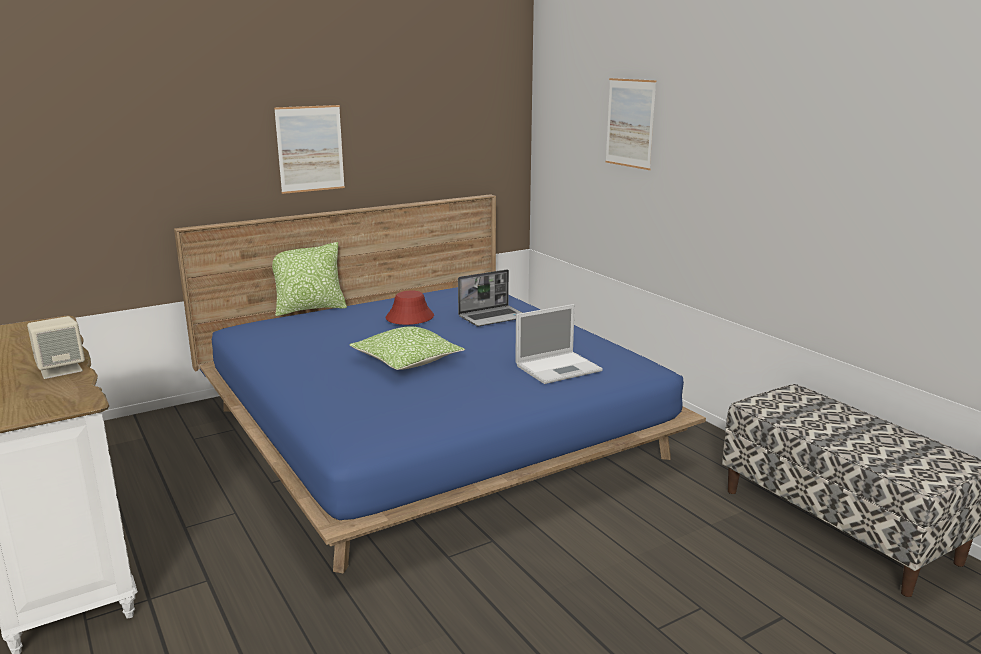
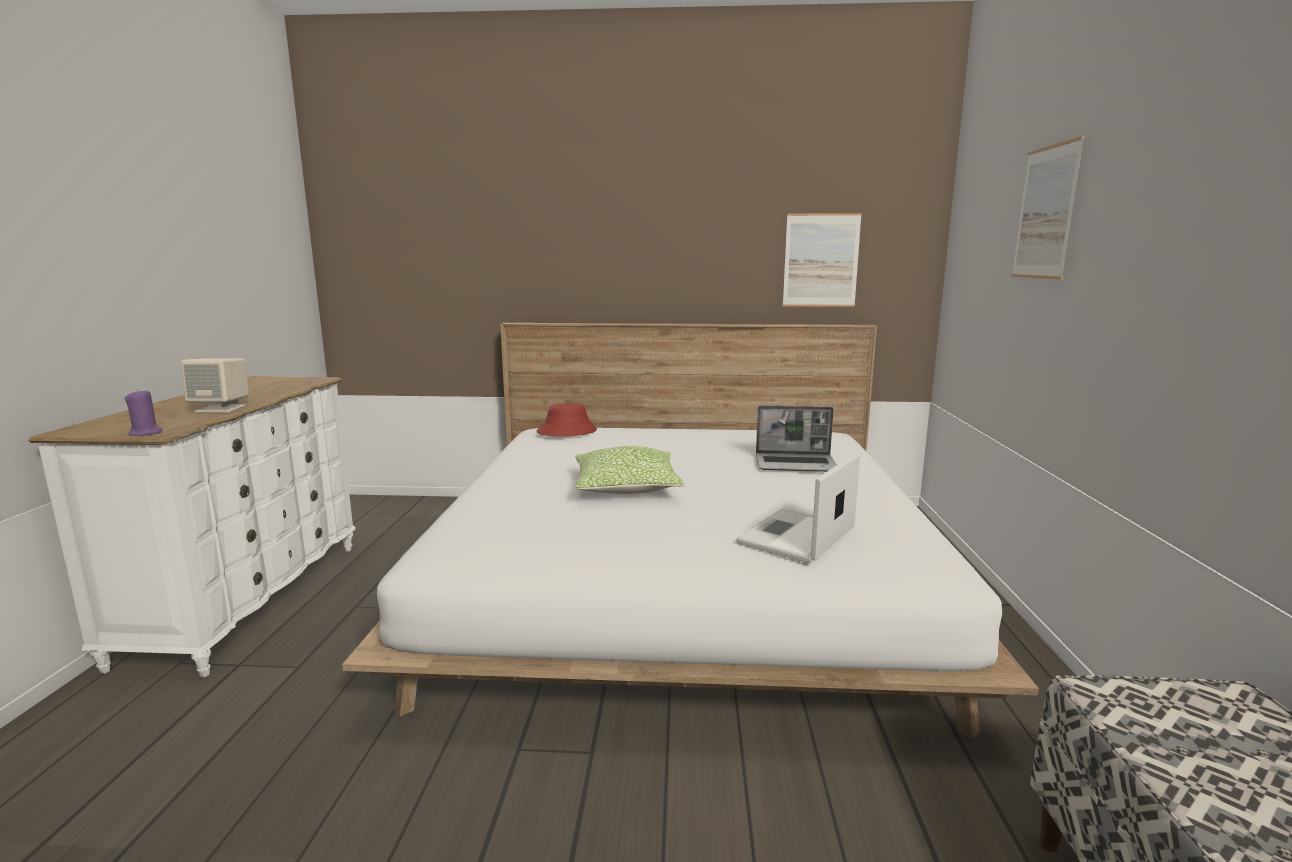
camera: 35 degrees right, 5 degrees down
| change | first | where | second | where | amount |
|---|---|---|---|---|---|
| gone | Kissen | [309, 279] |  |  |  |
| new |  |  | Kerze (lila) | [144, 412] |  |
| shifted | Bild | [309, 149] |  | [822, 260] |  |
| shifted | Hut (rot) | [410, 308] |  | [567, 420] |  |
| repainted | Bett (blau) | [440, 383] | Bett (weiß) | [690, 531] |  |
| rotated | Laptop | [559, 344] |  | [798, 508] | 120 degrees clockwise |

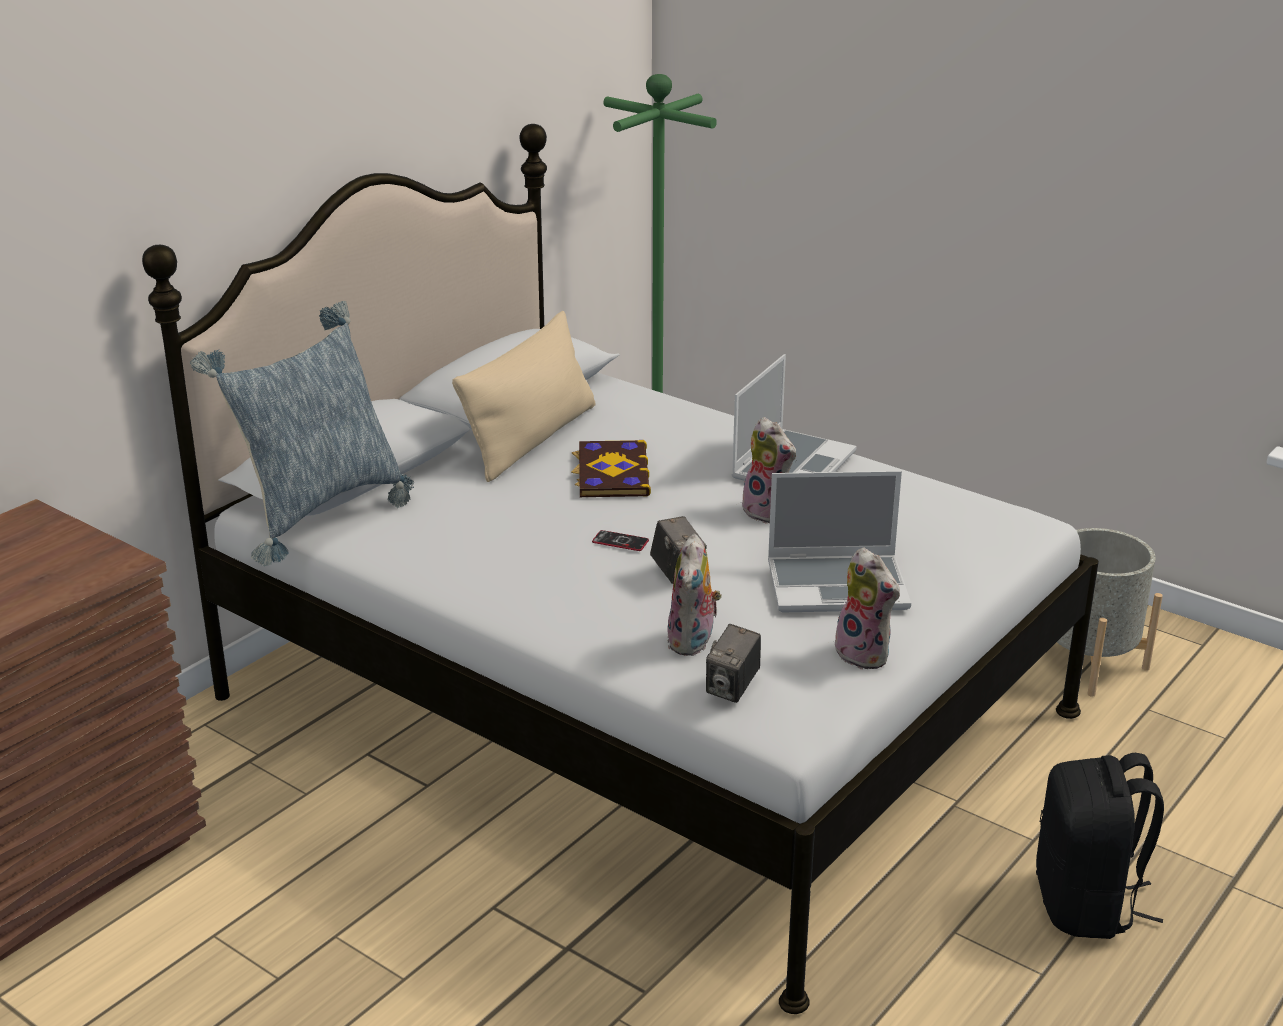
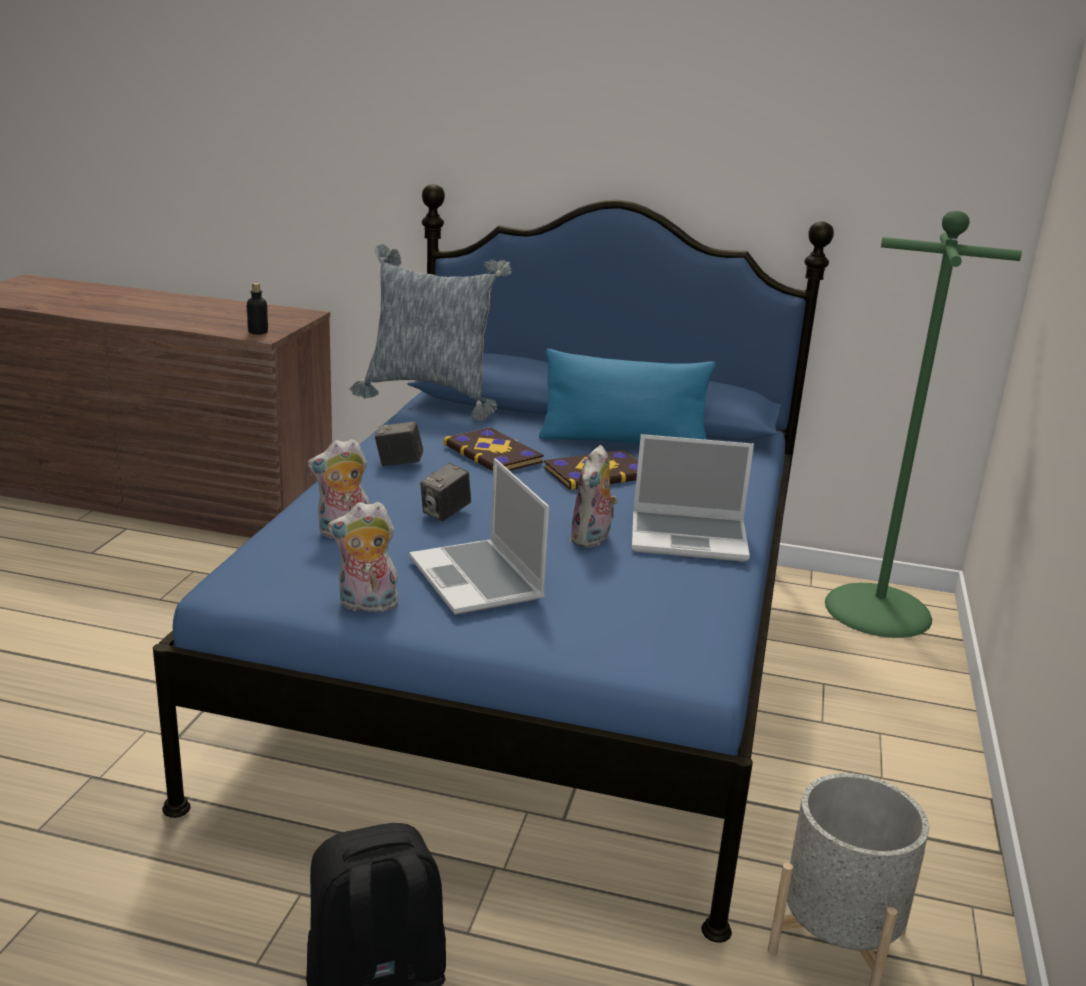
camera: 65 degrees right, 5 degrees down
| change | first | where | second | where | amount |
|---|---|---|---|---|---|
| gone | Handy | [620, 540] |  |  |  |
| new |  |  | Flasche | [257, 309] |  |
| new |  |  | Buch | [493, 449] |  |
| shifted | Kamera | [733, 663] |  | [399, 443] |  |
| repainted | Bett (weiß) | [620, 569] | Bett (blau) | [493, 563] |  |
| repainted | Kissen (beige) | [523, 396] | Kissen (blau) | [627, 396] |  |
| rotated | Plüschtier | [866, 608] |  | [363, 558] | 60 degrees clockwise |

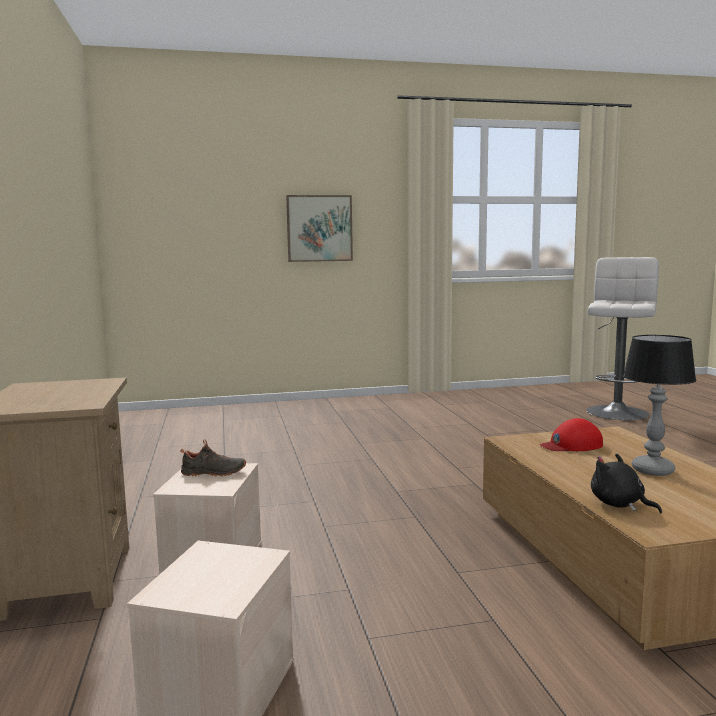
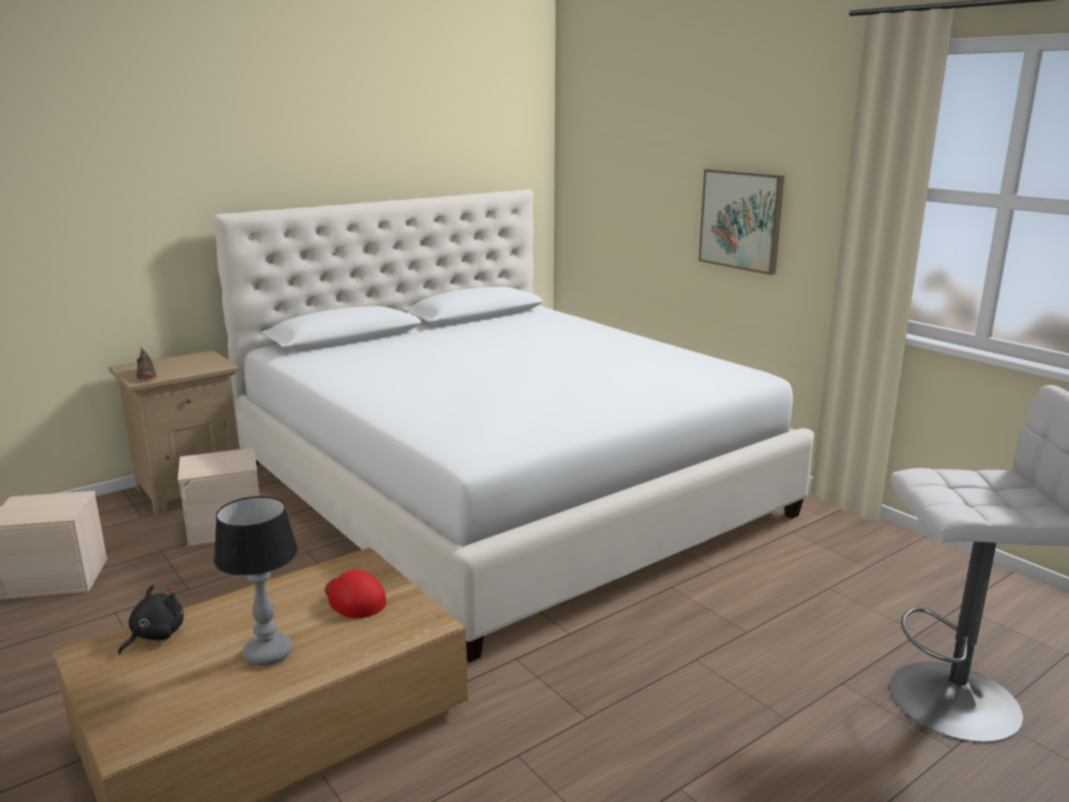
camera: 65 degrees right, 10 degrees up
| change | first | where | second | where | amount |
|---|---|---|---|---|---|
| new |  |  | Bett (weiß) | [513, 426] |  |
| shifted | Schuh (schwarz) | [213, 457] |  | [146, 363] |  |

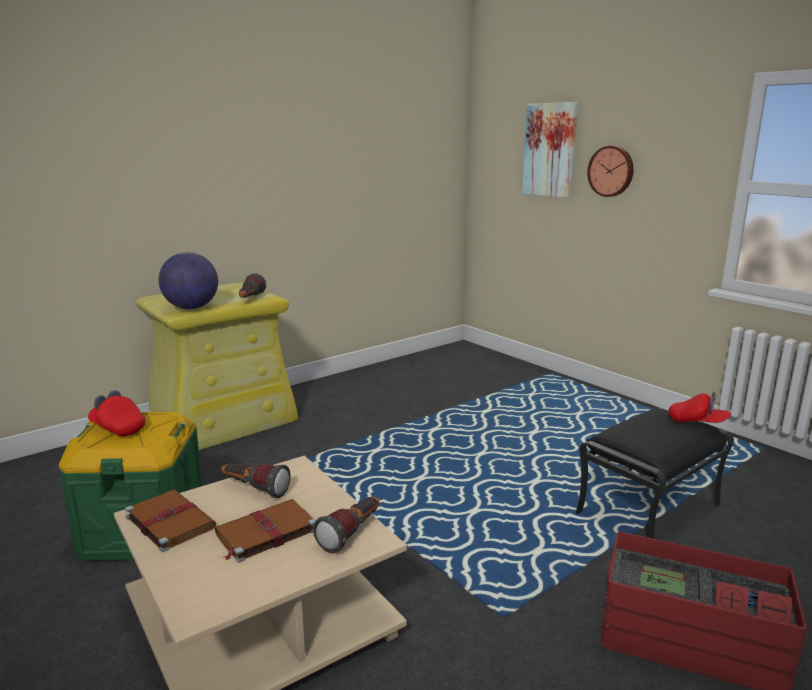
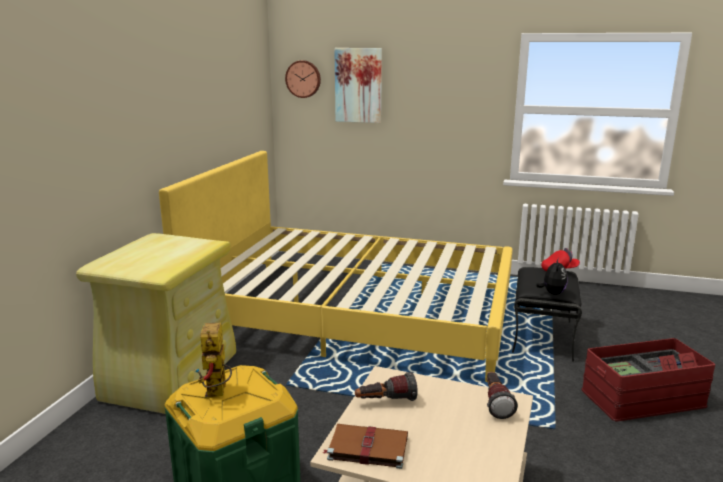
camera: 35 degrees left, 0 degrees up
| change | first | where | second | where | amount |
|---|---|---|---|---|---|
| gone | Globus | [188, 280] |  |  |  |
| gone | Buch (braun) | [265, 531] |  |  |  |
| gone | Taschenlampe | [252, 285] |  |  |  |
| new |  |  | Bett (gelb) | [336, 266] |  |
| new |  |  | Plüschtier | [552, 276] |  |
| shifted | Wanduhr | [610, 171] |  | [303, 79] |  |
| swapped | Kappe (rot) | [116, 413] | Spielzeugroboter | [213, 360] |  |

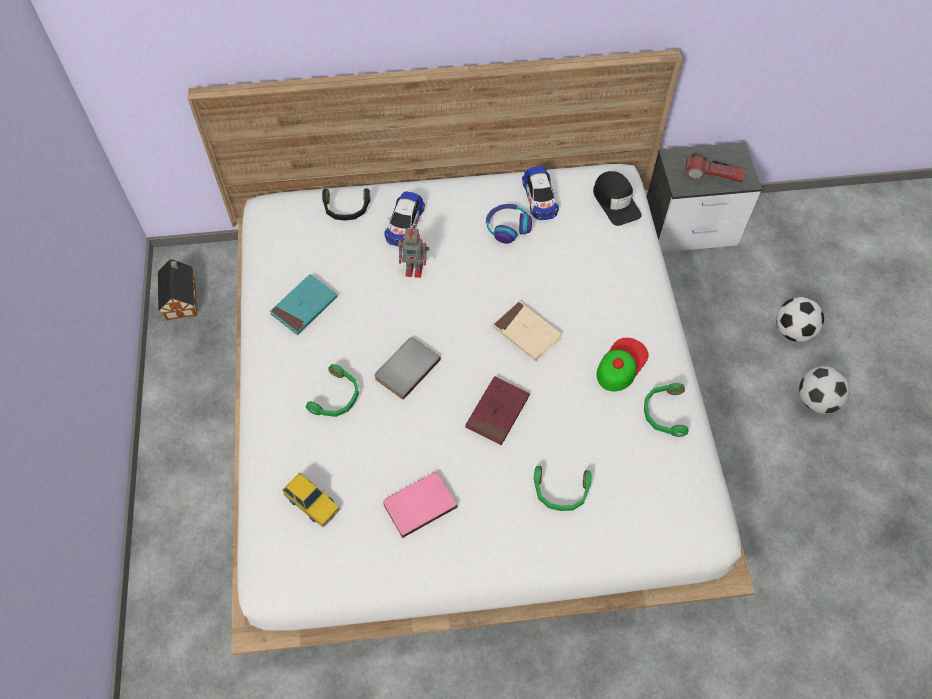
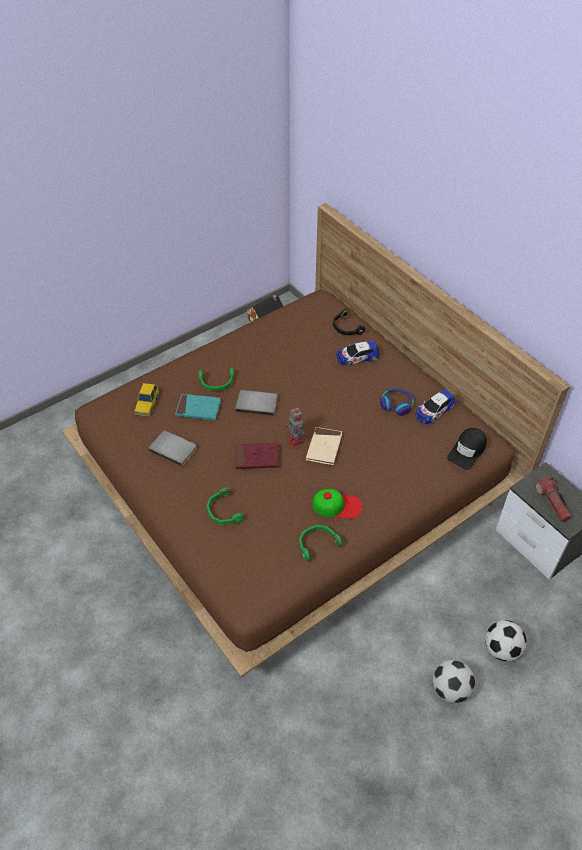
camera: 60 degrees right, 10 degrees down
| change | first | where | second | where | amount |
|---|---|---|---|---|---|
| shifted | Buch (türkis) | [303, 304] |  | [198, 407] |  |
| shifted | Spielzeugroboter | [414, 252] |  | [295, 427] |  |
| repainted | Bett (weiß) | [471, 352] | Bett (braun) | [316, 440] |  |
| repainted | Buch (rosa) | [420, 505] | Buch (grau) | [172, 448] |  |

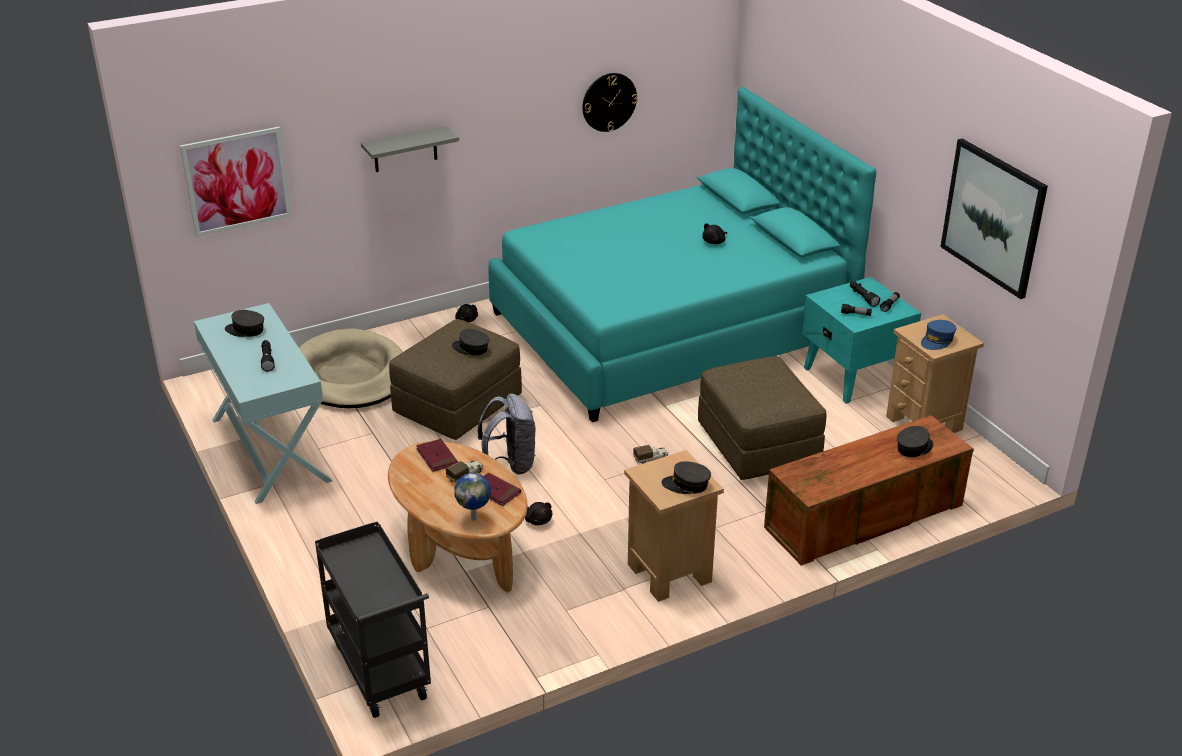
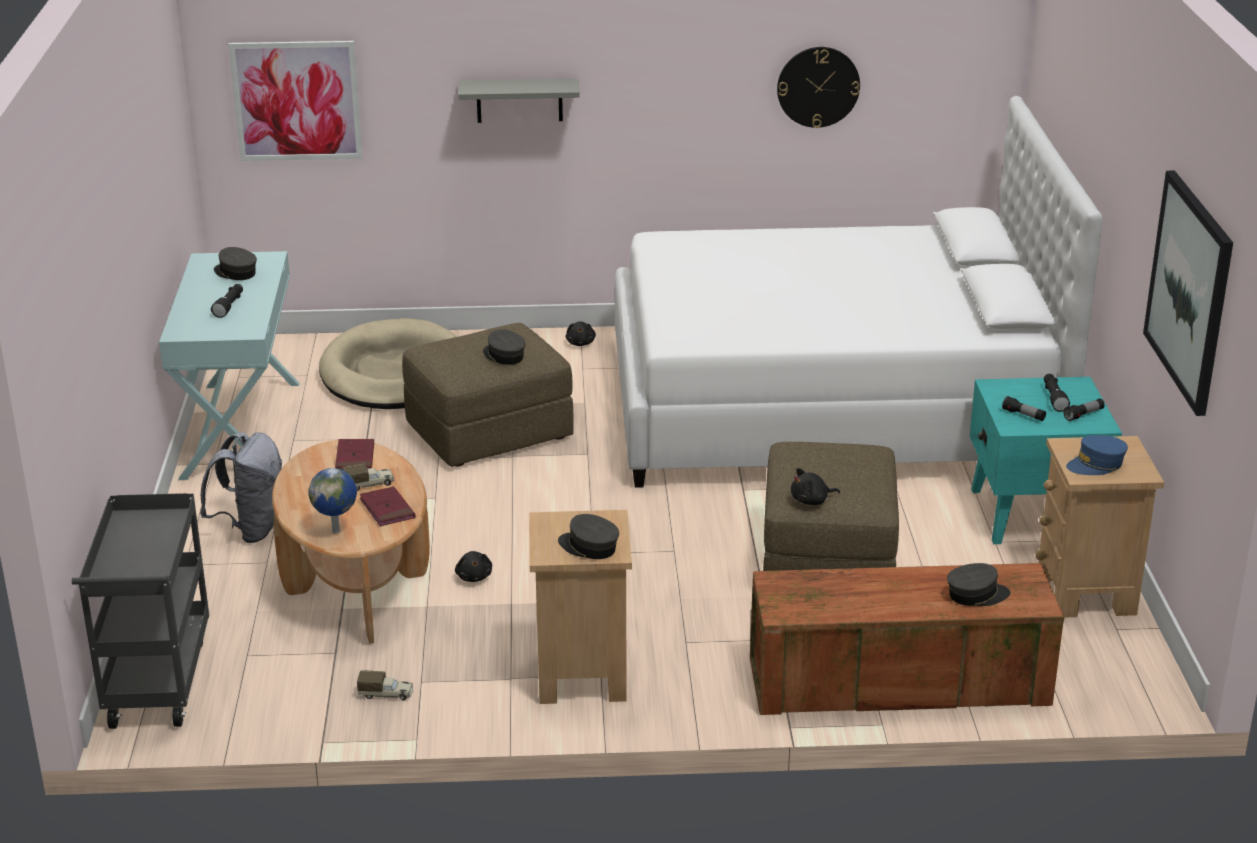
camera: 25 degrees right, 5 degrees down
| change | first | where | second | where | amount |
|---|---|---|---|---|---|
| shifted | Rucksack (grau) | [507, 434] |  | [241, 487] |  |
| shifted | Spielzeuglaster | [651, 454] |  | [385, 685] |  |
| shifted | Plüschtier (schwarz) | [714, 233] |  | [815, 486] |  |
| repainted | Bett (türkis) | [682, 254] | Bett (weiß) | [859, 292] |  |

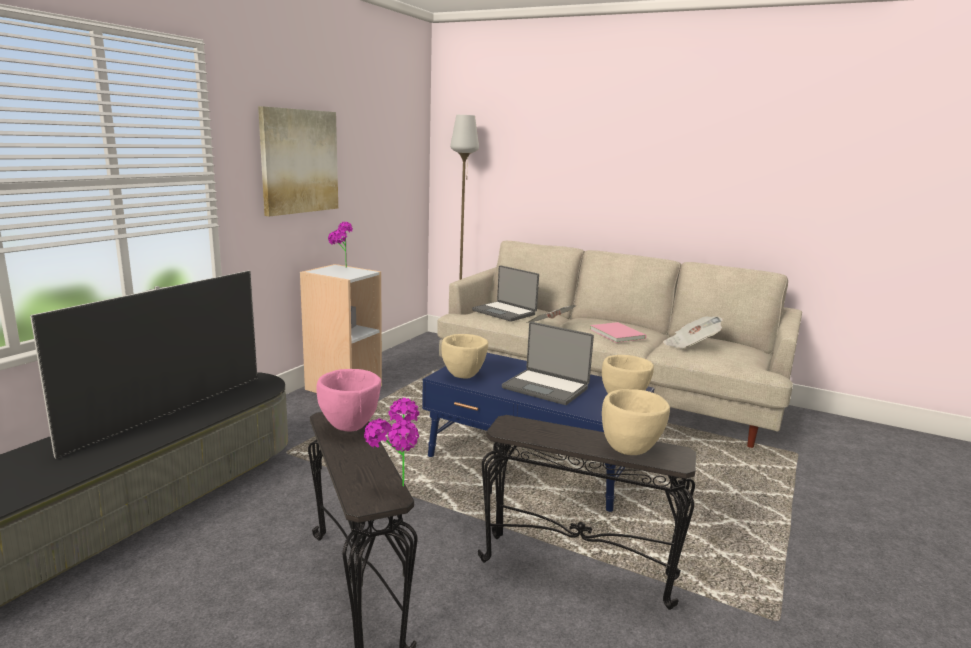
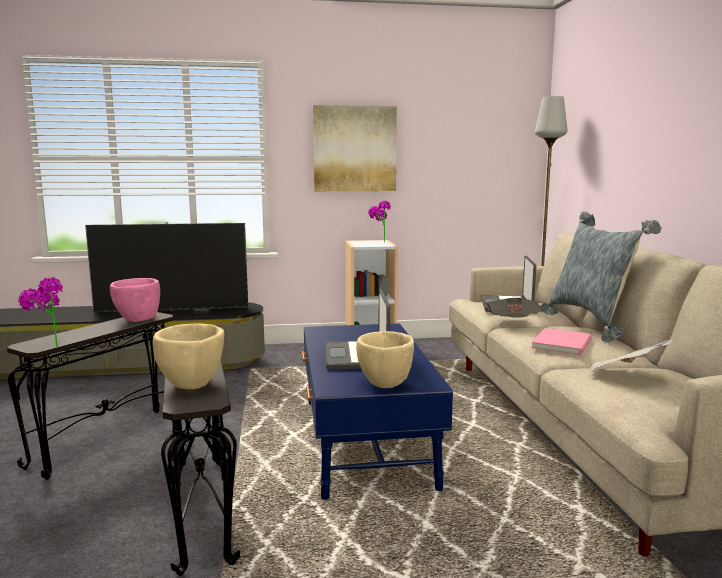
camera: 55 degrees right, 5 degrees down
| change | first | where | second | where | amount |
|---|---|---|---|---|---|
| gone | Schüssel (beige) | [464, 356] |  |  |  |
| new |  |  | Kissen | [601, 277] |  |

